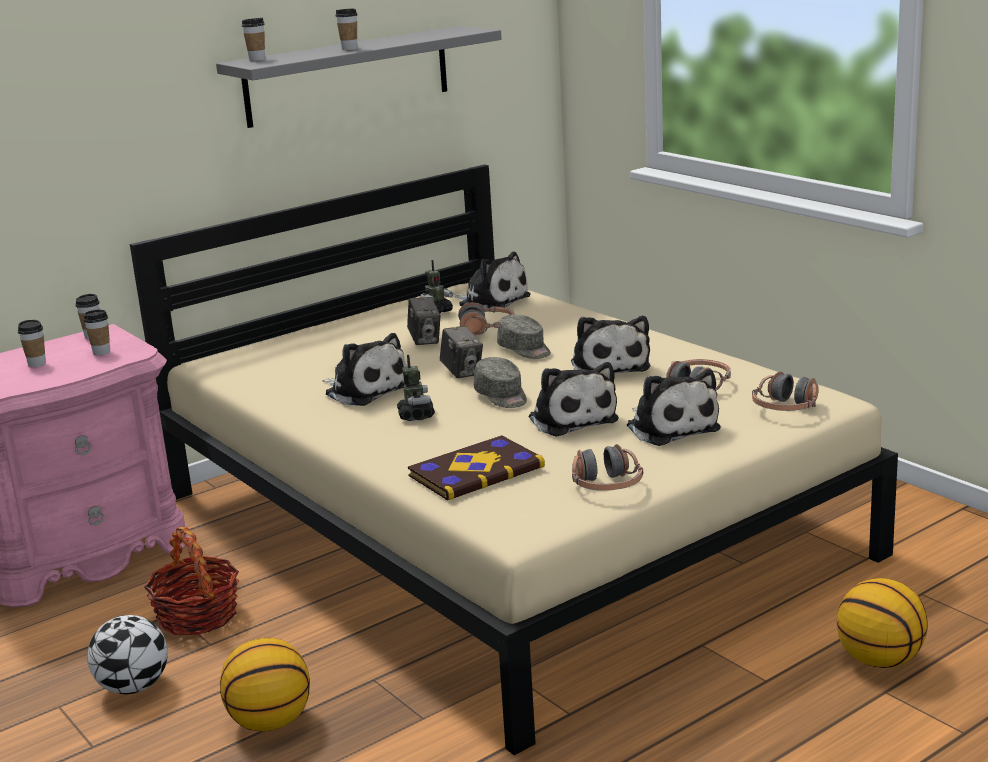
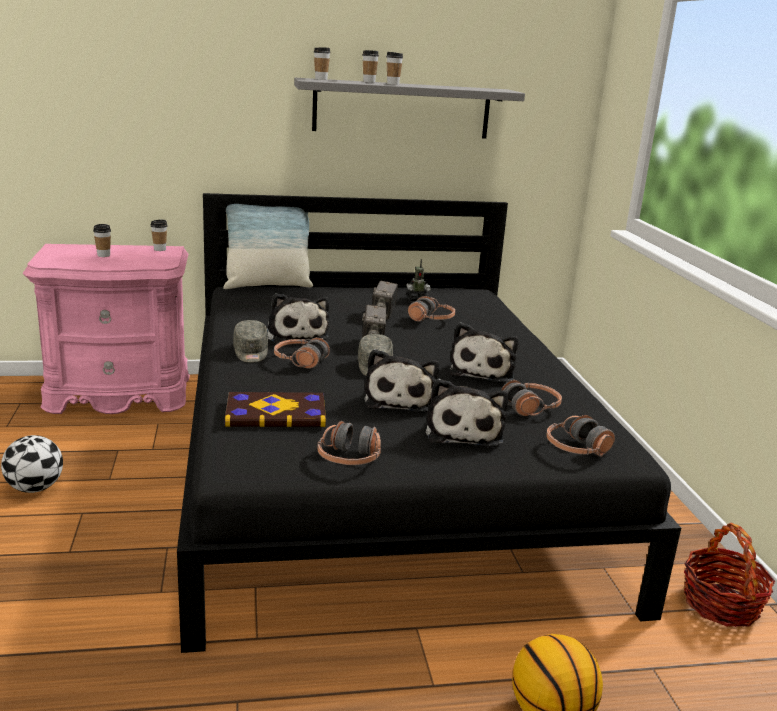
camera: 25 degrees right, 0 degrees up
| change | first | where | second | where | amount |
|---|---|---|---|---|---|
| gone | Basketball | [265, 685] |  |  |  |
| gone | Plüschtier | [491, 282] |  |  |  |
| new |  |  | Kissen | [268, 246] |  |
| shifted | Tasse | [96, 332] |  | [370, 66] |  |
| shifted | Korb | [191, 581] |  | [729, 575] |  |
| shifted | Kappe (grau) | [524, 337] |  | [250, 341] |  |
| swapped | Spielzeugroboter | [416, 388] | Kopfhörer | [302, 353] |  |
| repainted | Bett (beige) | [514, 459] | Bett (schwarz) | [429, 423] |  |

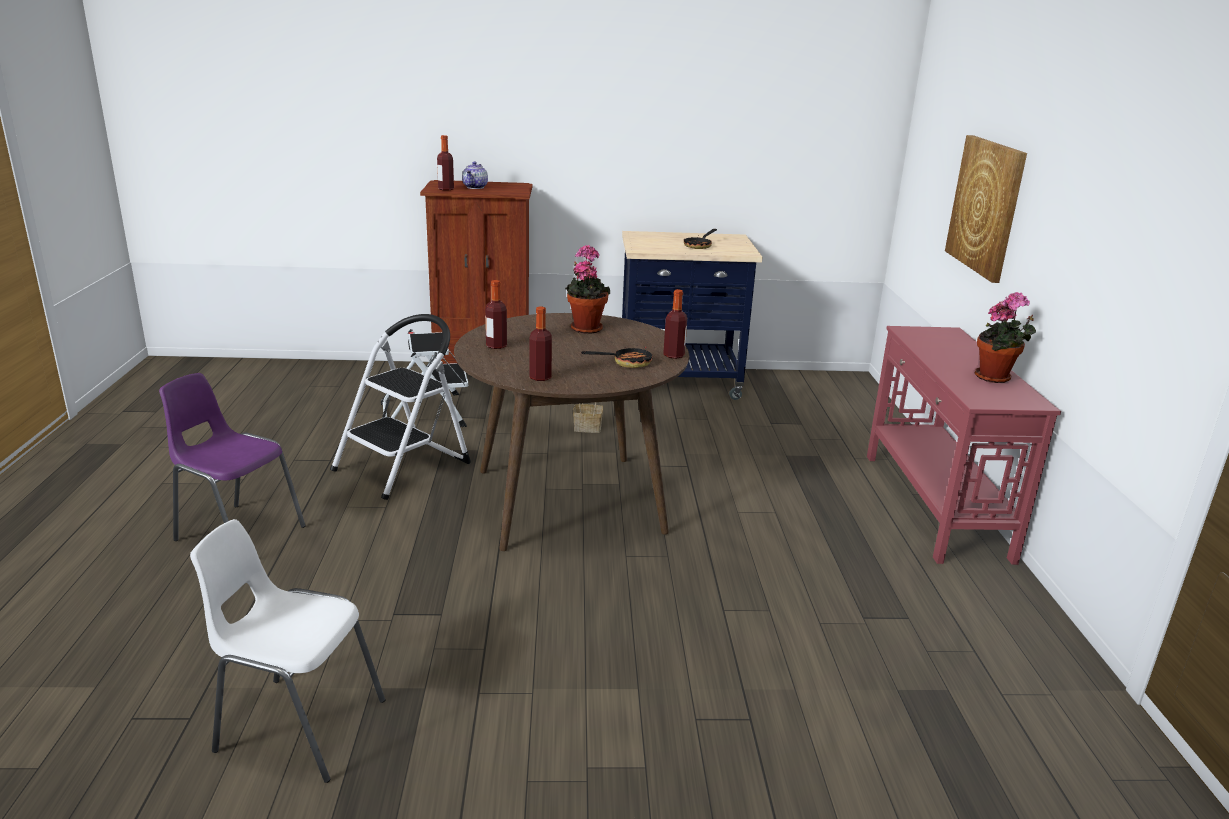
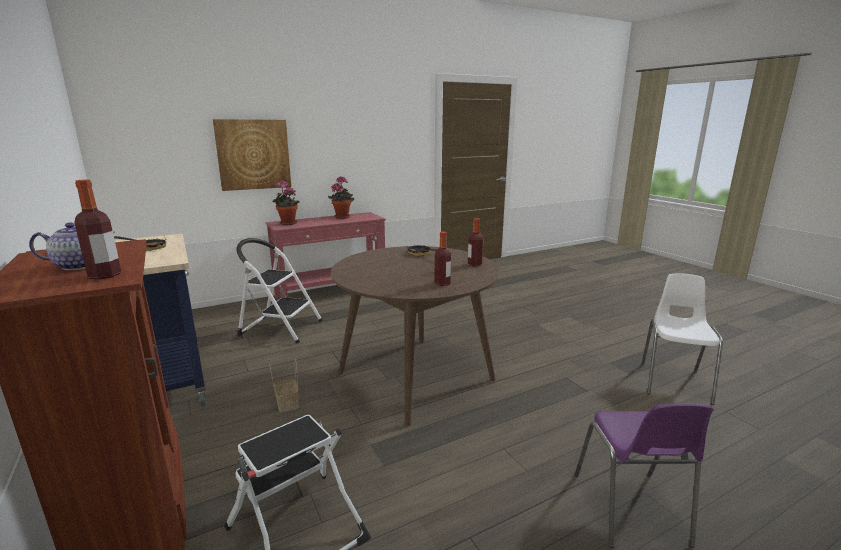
camera: 115 degrees left, 5 degrees down
| change | first | where | second | where | amount |
|---|---|---|---|---|---|
| gone | Flasche | [675, 324] |  |  |  |
| shifted | Trittleiter | [400, 407] |  | [279, 290] |  |
| shifted | Topfpflanze | [588, 289] |  | [285, 203] |  |
| rotated | Stuhl (weiß) | [287, 651] |  | [682, 339] | 150 degrees counterclockwise |

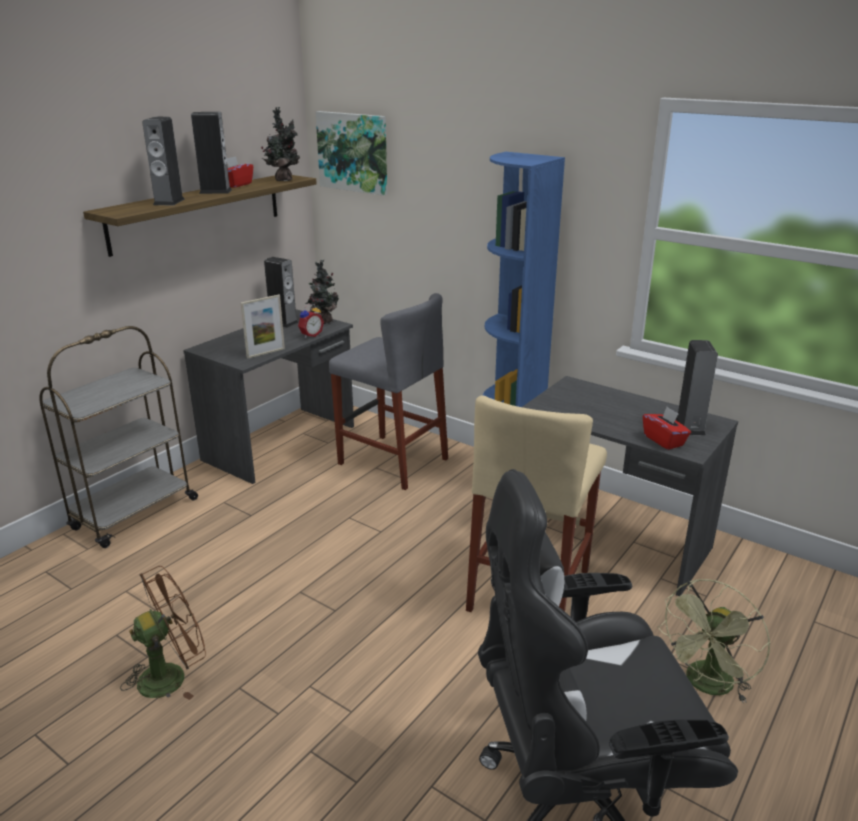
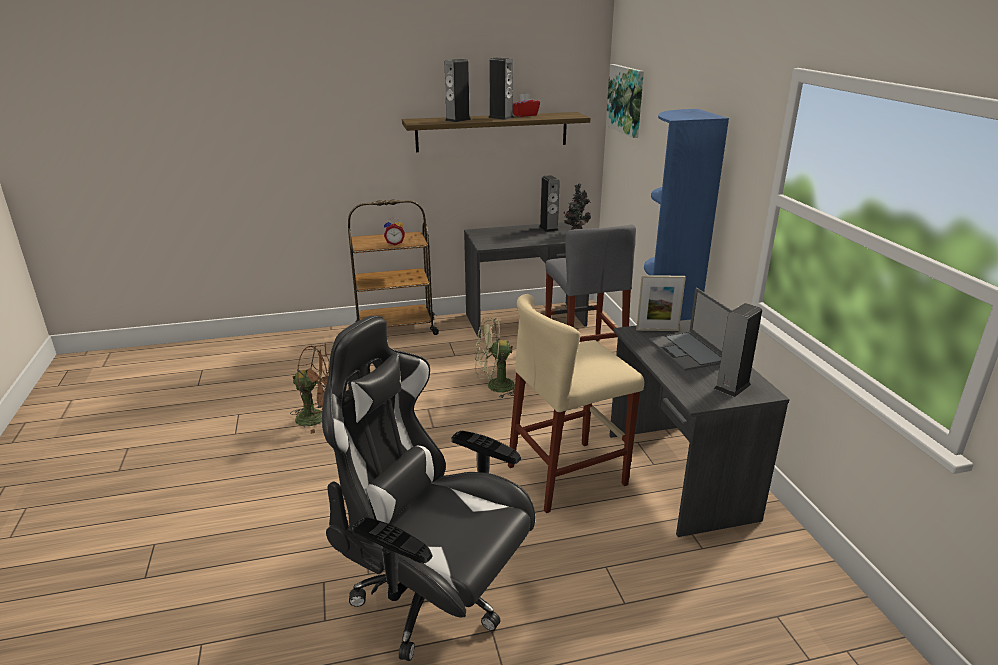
camera: 40 degrees right, 0 degrees up
| change | first | where | second | where | amount |
|---|---|---|---|---|---|
| gone | Topfpflanze | [280, 144] |  |  |  |
| gone | Taschentuchbox (rot) | [667, 428] |  |  |  |
| new |  |  | Laptop | [690, 329] |  |
| shifted | Bilderrahmen | [263, 326] |  | [661, 303] |  |
| shifted | Wecker | [311, 321] |  | [394, 231] |  |
| shifted | Ventilator (grün) | [714, 641] |  | [495, 357] |  |
| repainted | Rollwagen (grau) | [118, 437] | Rollwagen (braun) | [393, 267] |  |

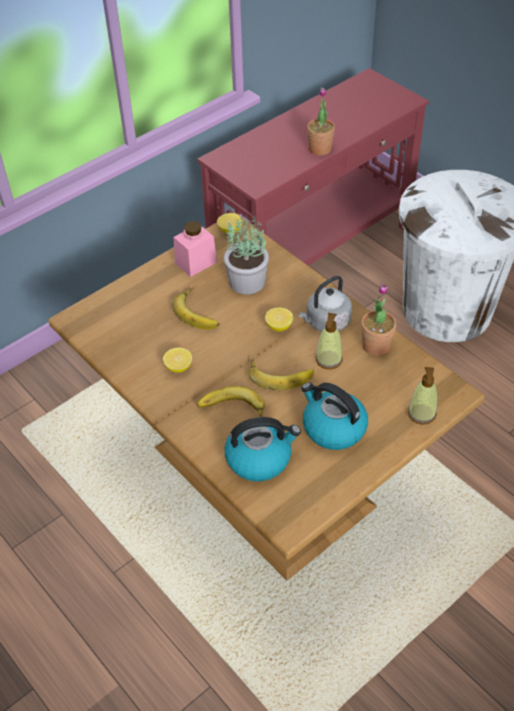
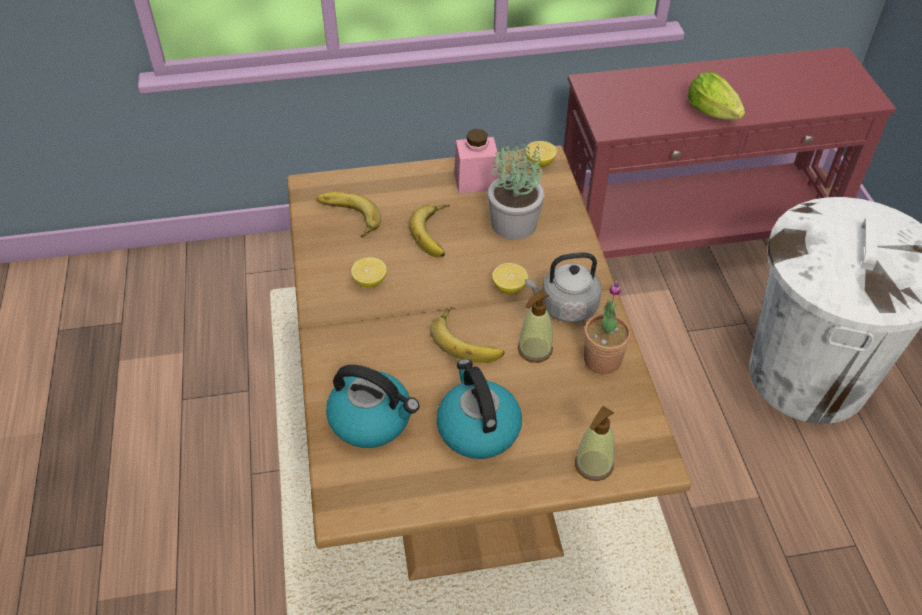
camera: 30 degrees right, 0 degrees up
| change | first | where | second | where | amount |
|---|---|---|---|---|---|
| shifted | Banane | [231, 401] |  | [349, 214] |  |
| swapped | Topfpflanze | [321, 122] | Salatkopf | [716, 96] |  |

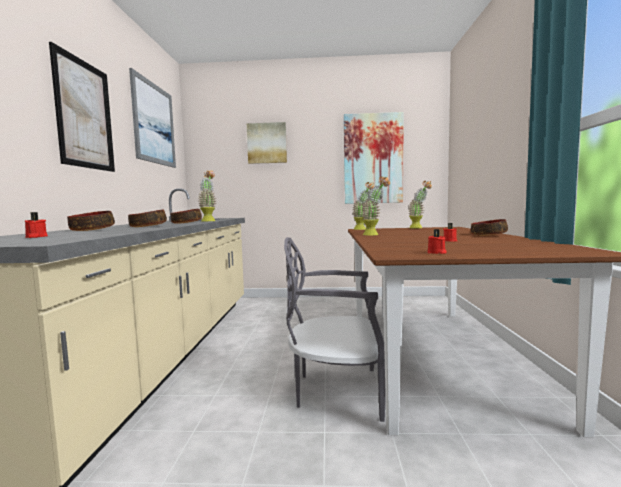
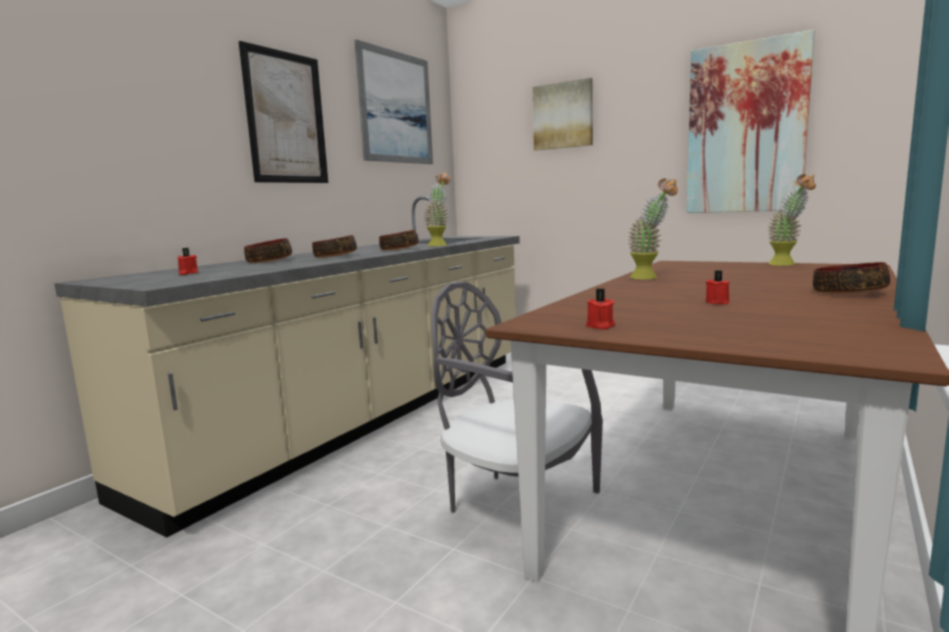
camera: 30 degrees right, 5 degrees up
| change | first | where | second | where | amount |
|---|---|---|---|---|---|
| gone | Topfpflanze | [363, 206] |  |  |  |

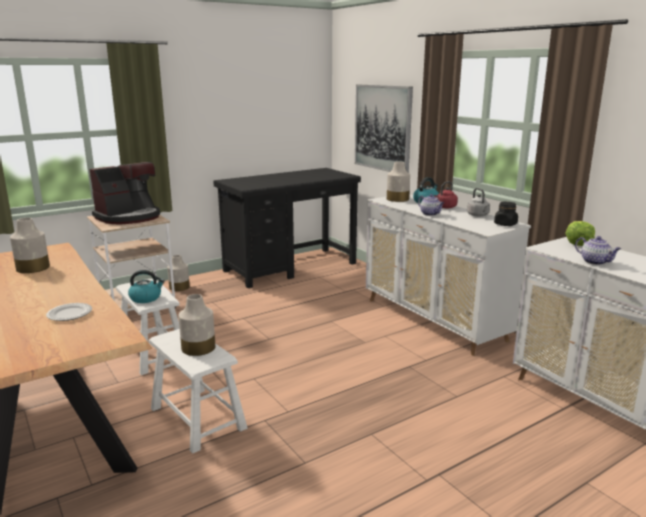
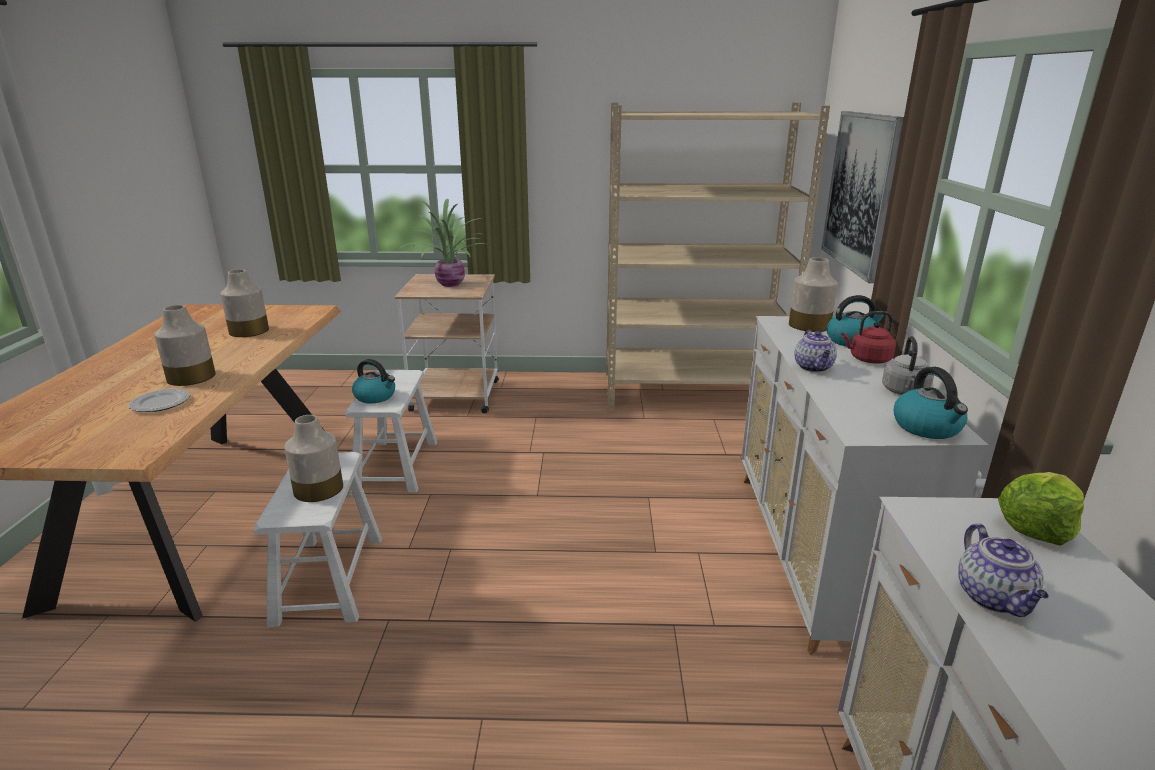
camera: 35 degrees right, 5 degrees up
| change | first | where | second | where | amount |
|---|---|---|---|---|---|
| shifted | Vase (beige) | [178, 273] |  | [185, 345] |  |
| swapped | Kaffeemaschine | [125, 193] | Topfpflanze | [443, 243] |  |
| swapped | Schreibtisch (schwarz) | [287, 228] | Bücherregal (beige) | [718, 256] |  |
| swapped | Vorratsglas (schwarz) | [506, 214] | Wasserkessel | [930, 403] |  |

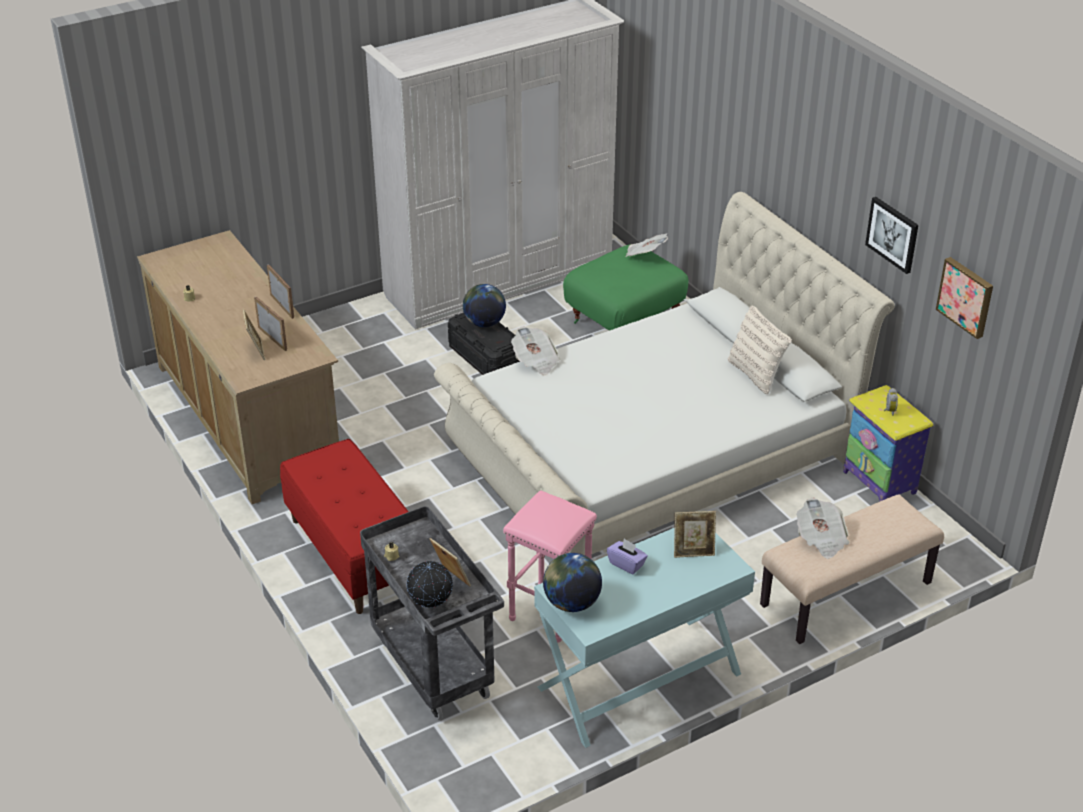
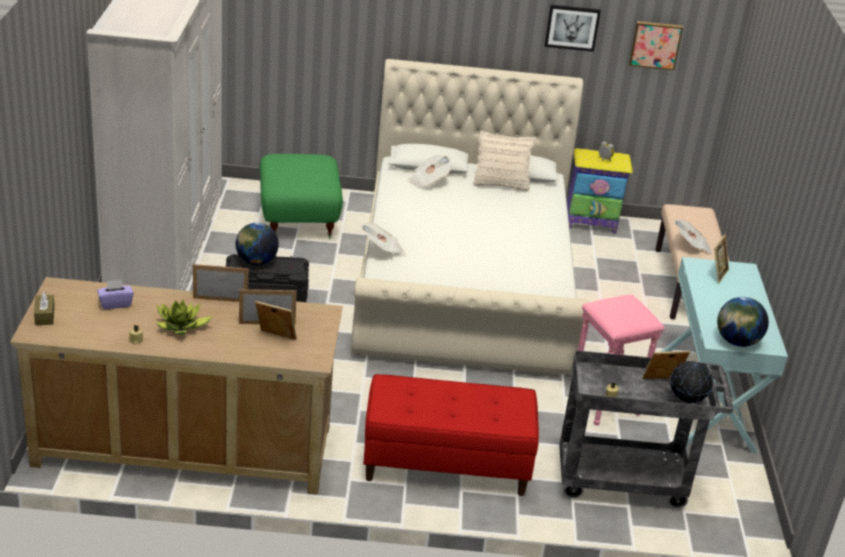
camera: 60 degrees left, 5 degrees down
| change | first | where | second | where | amount |
|---|---|---|---|---|---|
| new |  |  | Taschentuchbox (braun) | [44, 308] |  |
| new |  |  | Topfpflanze | [184, 317] |  |
| shifted | Taschentuchbox (lila) | [627, 557] |  | [115, 294] |  |
| shifted | Zeitung | [646, 245] |  | [429, 171] |  |

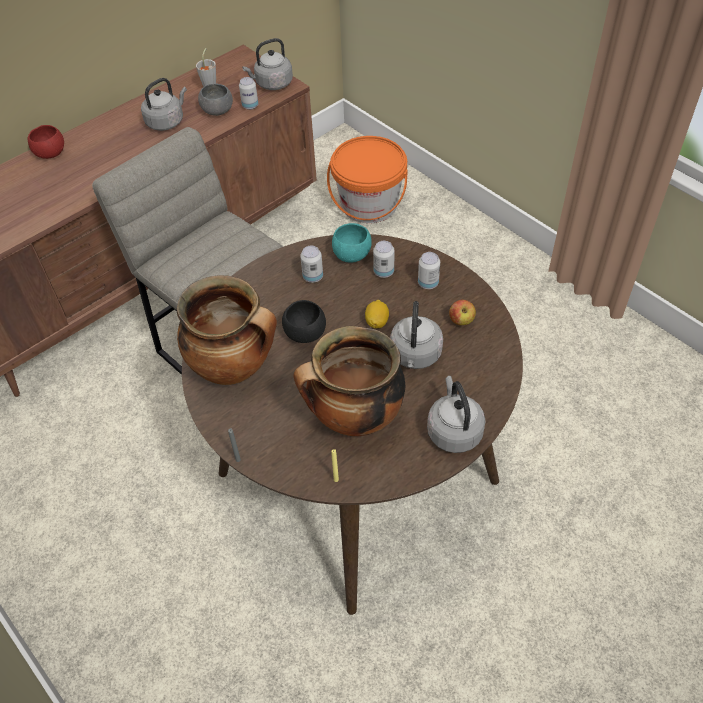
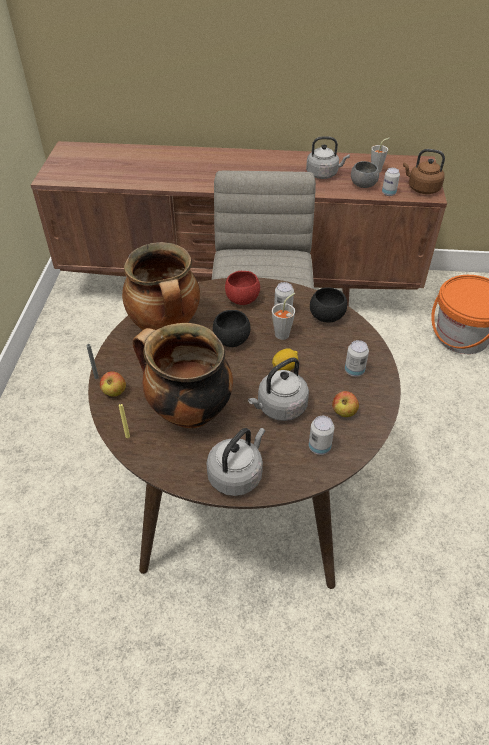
camera: 45 degrees right, 5 degrees down
| change | first | where | second | where | amount |
|---|---|---|---|---|---|
| new |  |  | Apfel | [113, 384] |  |
| new |  |  | Tasse (grau) | [283, 316] |  |
| shifted | Schüssel (rot) | [46, 142] |  | [242, 288] |  |
| shifted | Dose | [384, 259] |  | [321, 435] |  |
| repainted | Wasserkessel (grau) | [267, 64] | Wasserkessel (braun) | [424, 171] |  |
| repainted | Schüssel (türkis) | [352, 243] | Schüssel (schwarz) | [328, 305] |  |

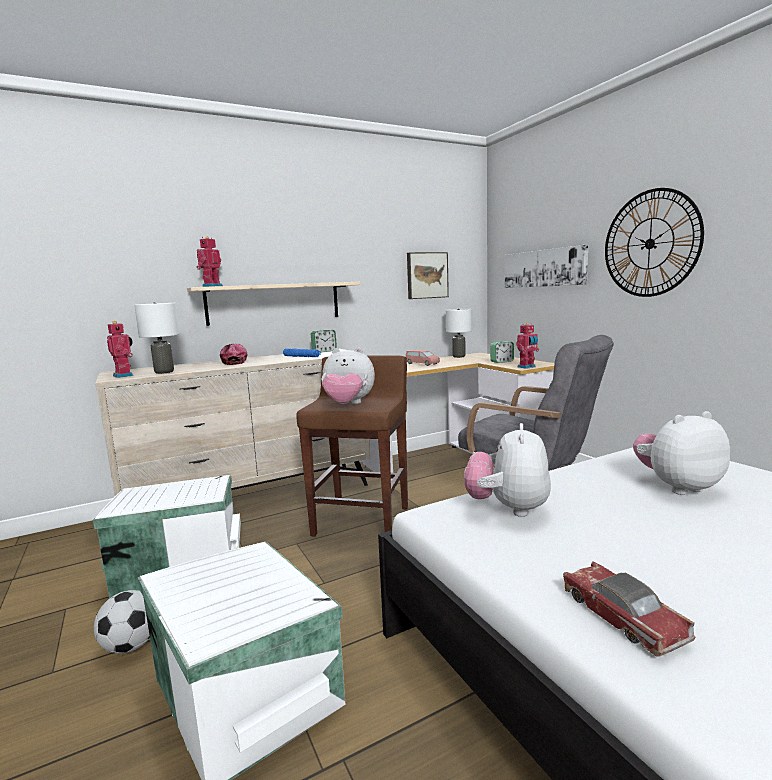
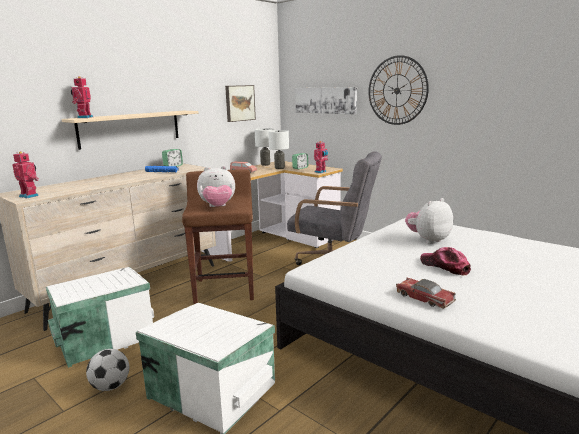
camera: 20 degrees left, 5 degrees up
| change | first | where | second | where | amount |
|---|---|---|---|---|---|
| gone | Plüschtier | [507, 470] |  |  |  |
| shifted | Tischlampe (weiß) | [156, 338] |  | [278, 149] |  |
| shifted | Kappe | [234, 354] |  | [445, 261] |  |

